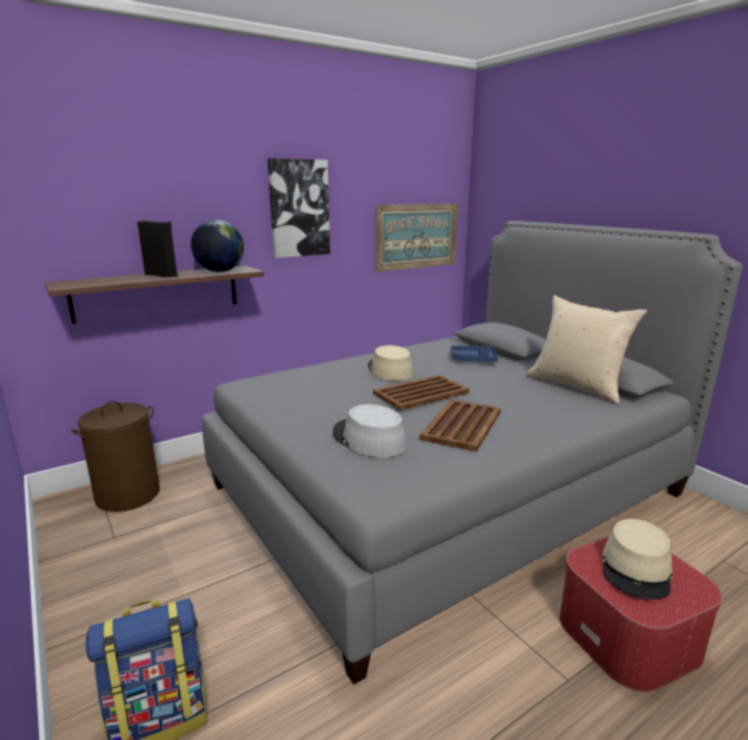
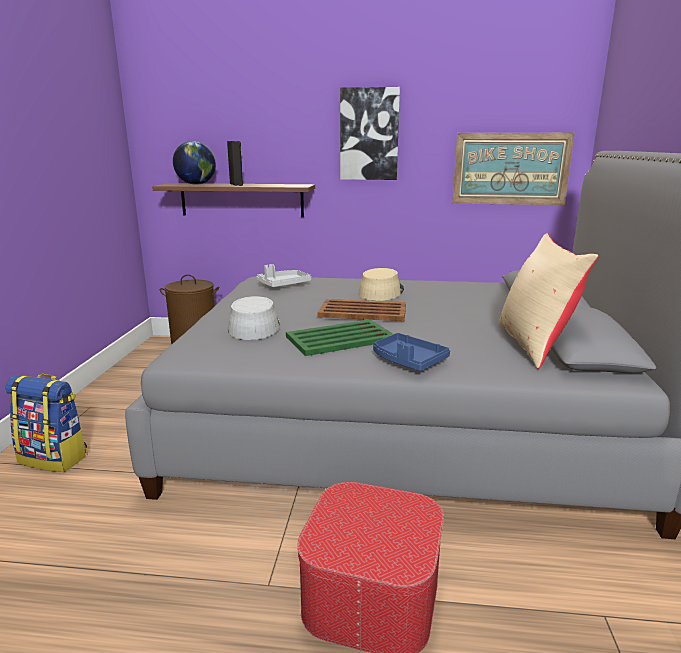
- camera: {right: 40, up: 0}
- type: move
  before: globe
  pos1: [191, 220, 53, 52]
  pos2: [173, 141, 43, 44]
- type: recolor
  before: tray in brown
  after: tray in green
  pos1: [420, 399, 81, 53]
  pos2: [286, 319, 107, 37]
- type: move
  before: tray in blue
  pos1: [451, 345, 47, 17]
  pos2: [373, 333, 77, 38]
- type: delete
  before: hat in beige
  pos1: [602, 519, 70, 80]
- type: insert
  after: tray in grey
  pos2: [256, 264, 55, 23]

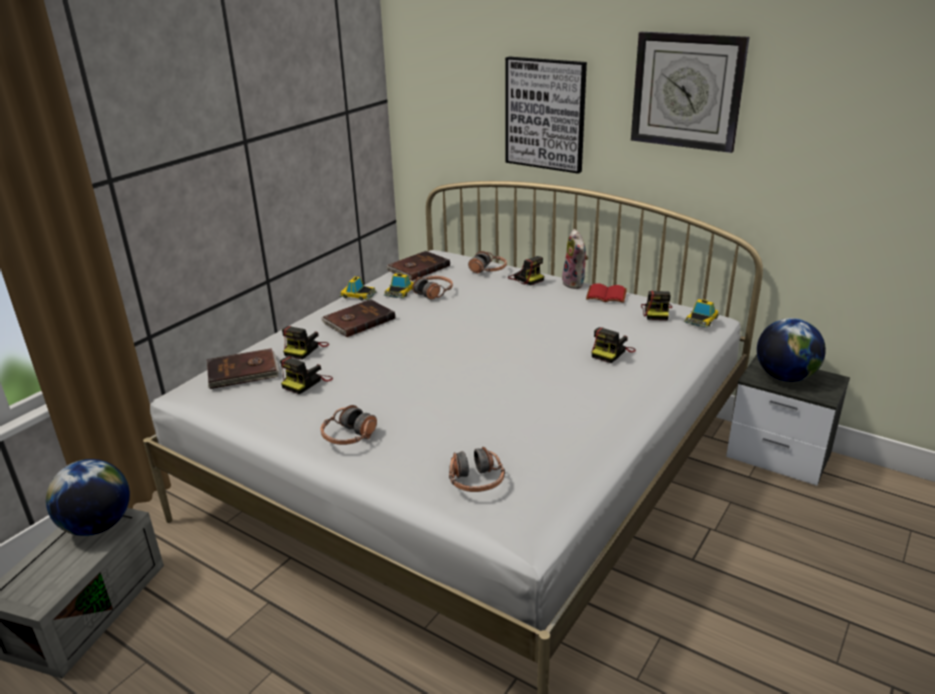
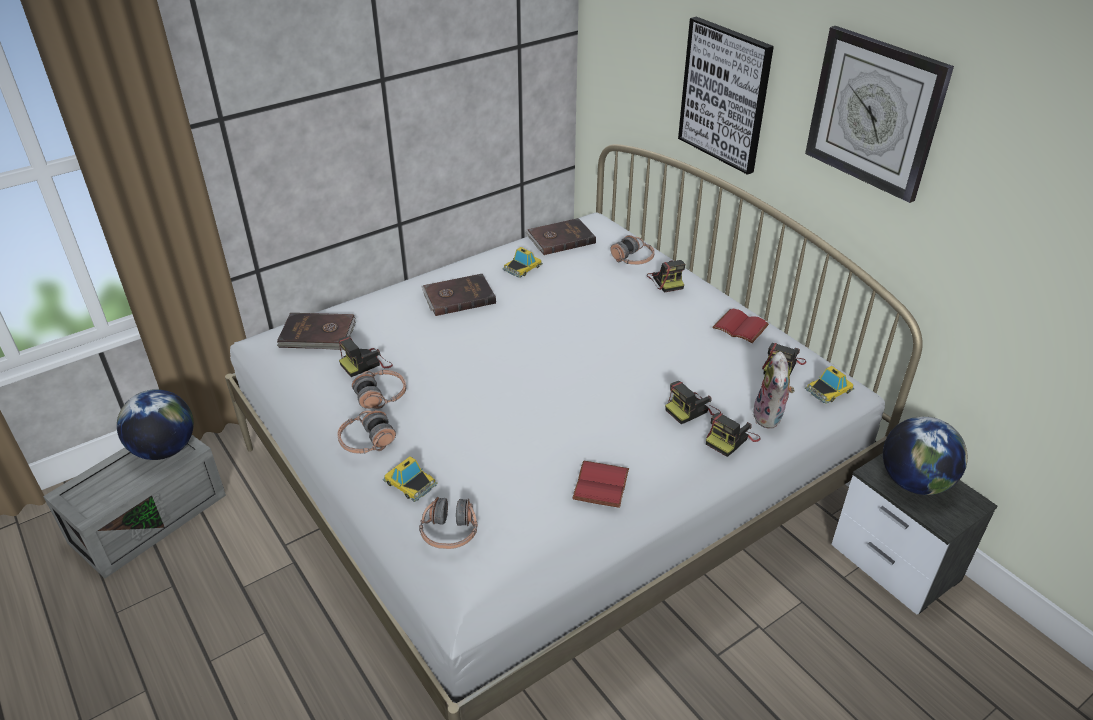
- camera: {right: 20, up: 10}
- type: move
  before: photo camera
  pos1: [282, 326, 47, 34]
  pos2: [706, 412, 55, 45]
- type: move
  before: toy car
  pos1: [339, 276, 38, 25]
  pos2: [383, 456, 55, 46]
- type: move
  before: headphones
  pos1: [412, 276, 41, 23]
  pos2: [352, 370, 54, 39]
- type: move
  before: plush toy
  pos1: [562, 229, 26, 60]
  pos2: [752, 352, 43, 77]
- type: insert
  after: book in red
  pos2: [572, 461, 57, 47]

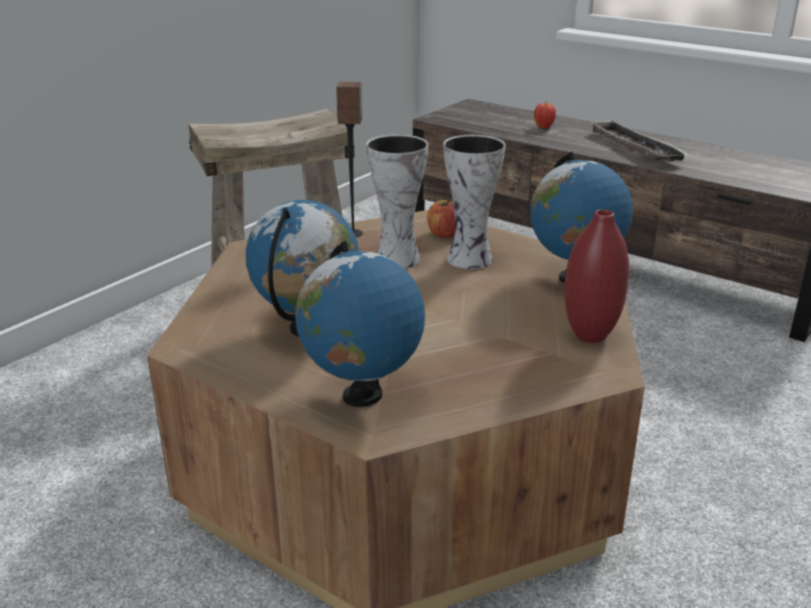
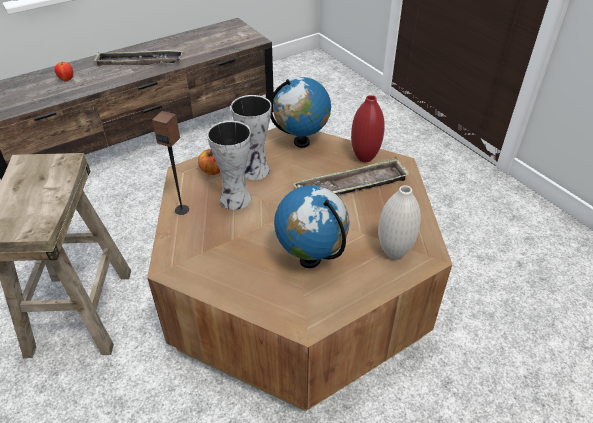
- camera: {right: -70, up: 15}
- type: replace
  before: globe
  after: vase in white
  pos1: [295, 241, 130, 166]
  pos2: [379, 185, 42, 74]
- type: insert
  after: tray
  pos2: [293, 157, 117, 37]

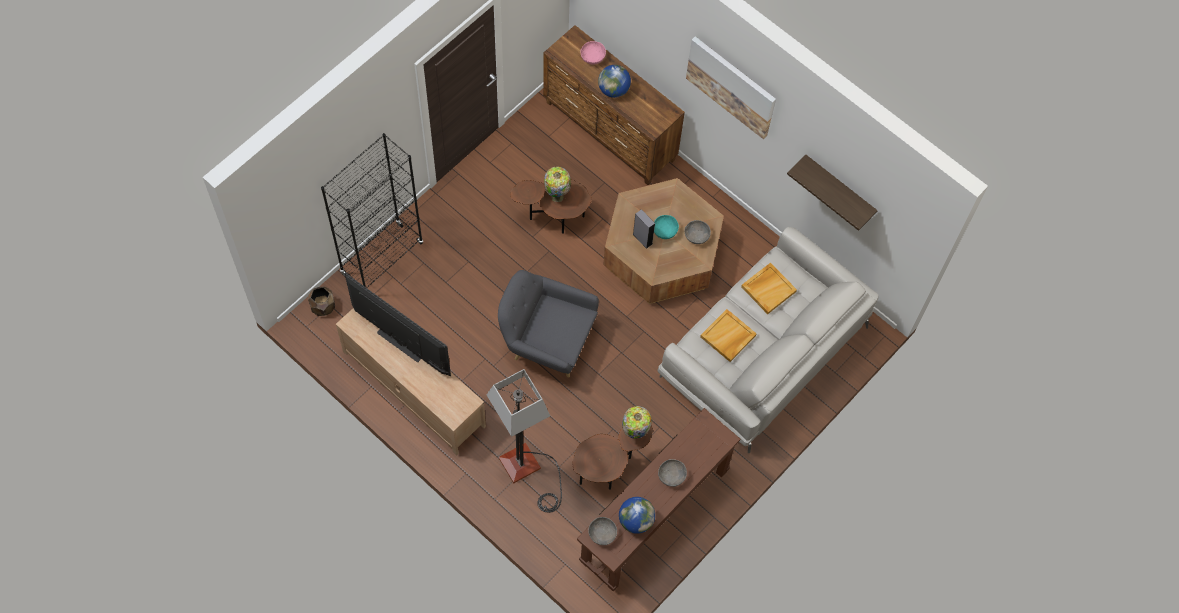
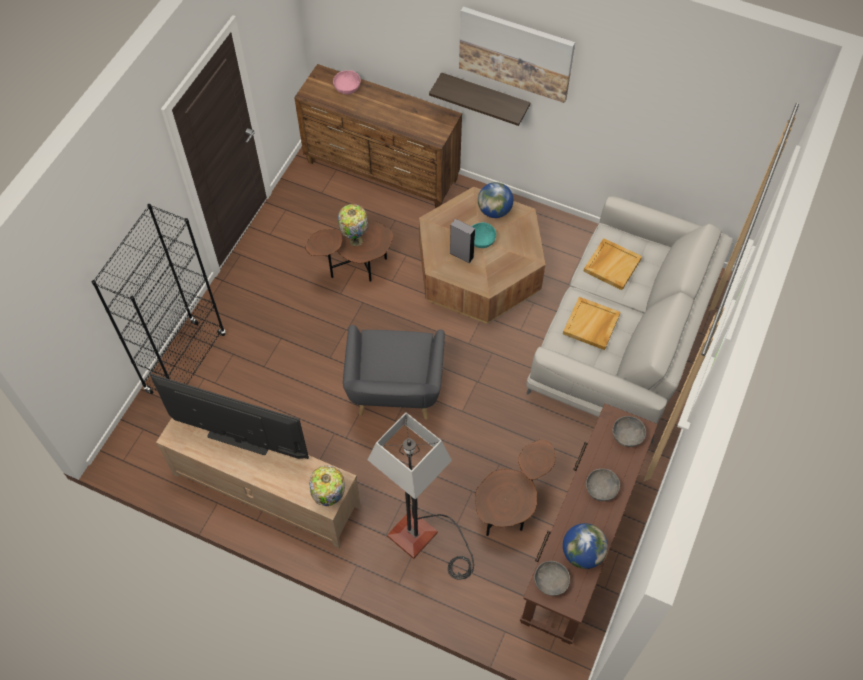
- camera: {right: -15, up: -5}
- type: delete
  before: planter in brown
  pos1: [308, 286, 27, 30]
- type: rotate
  before: armchair in grey
  pos1: [498, 270, 101, 107]
  pos2: [343, 325, 102, 94]
  turn: -90
- type: move
  before: globe
  pos1: [598, 65, 33, 33]
  pos2: [478, 182, 35, 36]
- type: move
  before: table lamp
  pos1: [622, 406, 30, 33]
  pos2: [309, 466, 36, 40]
- type: move
  before: bowl in grey
  pos1: [684, 220, 27, 24]
  pos2: [612, 416, 34, 31]
- type: move
  before: shelf
  pos1: [787, 155, 91, 76]
  pos2: [429, 72, 102, 54]

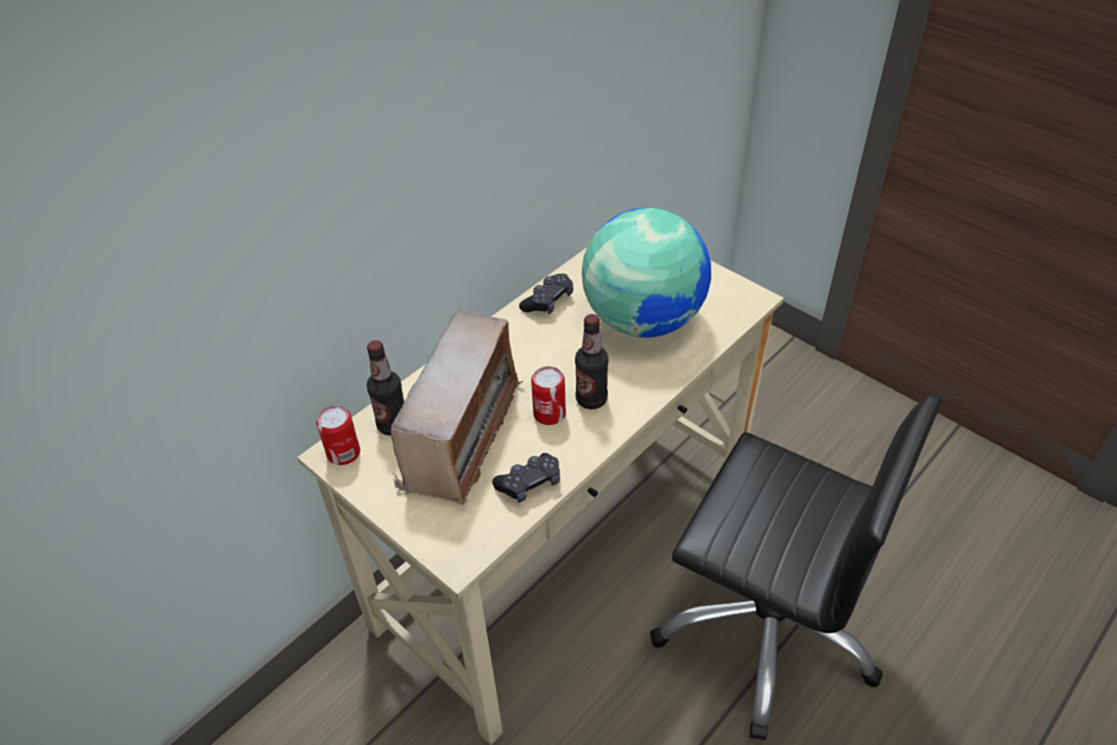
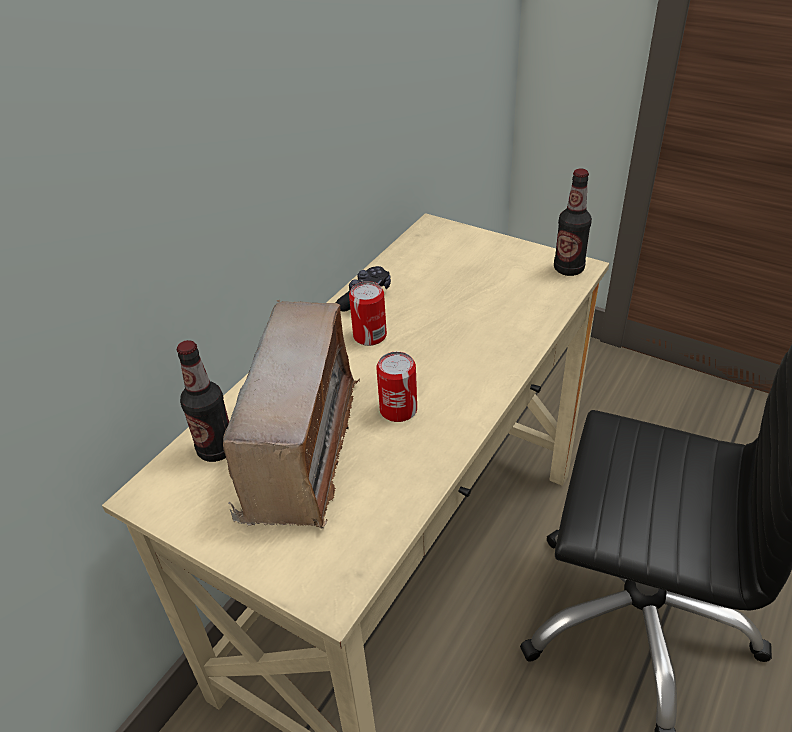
- camera: {right: -10, up: -5}
- type: move
  before: can
  pos1: [316, 405, 44, 60]
  pos2: [349, 281, 38, 65]
- type: delete
  before: game controller in black
  pos1: [492, 453, 68, 50]
- type: move
  before: bottle
  pos1: [575, 314, 34, 95]
  pos2: [554, 169, 38, 107]
- type: delete
  before: globe
  pos1: [582, 208, 129, 130]

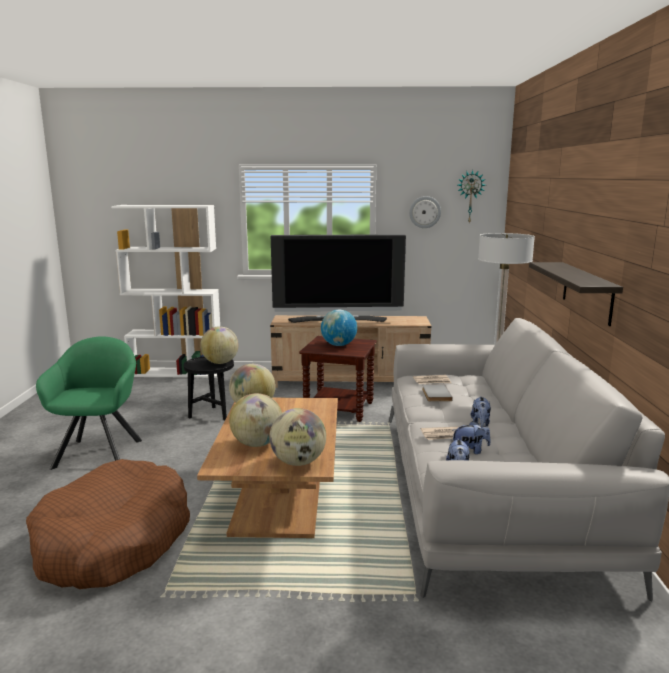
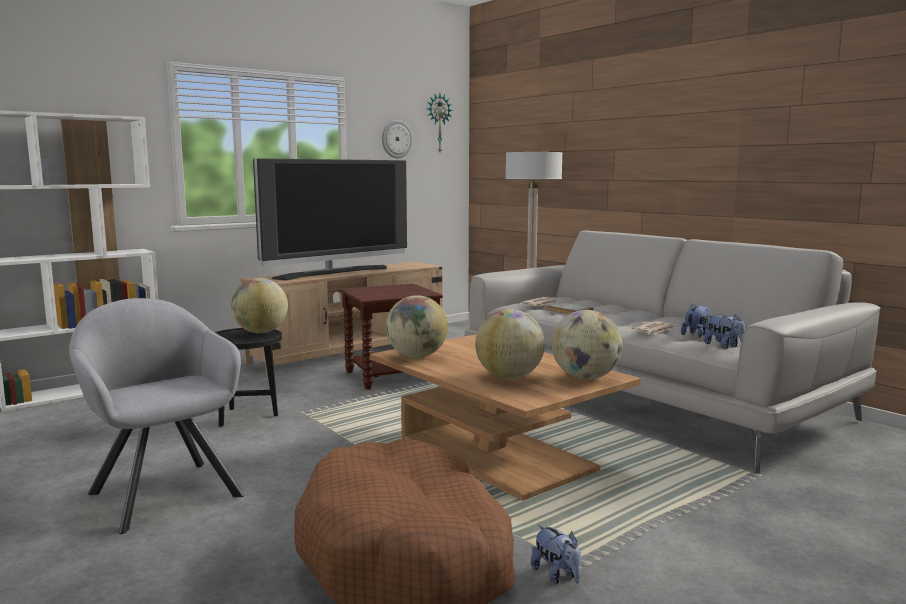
- camera: {right: -40, up: -5}
- type: recolor
  before: armchair in green
  after: armchair in grey
  pos1: [36, 336, 106, 134]
  pos2: [69, 298, 175, 236]
- type: delete
  before: globe
  pos1: [321, 309, 36, 37]
- type: move
  before: plush toy
  pos1: [471, 396, 20, 30]
  pos2: [531, 525, 50, 59]
- type: delete
  before: shelf
  pos1: [529, 262, 94, 64]

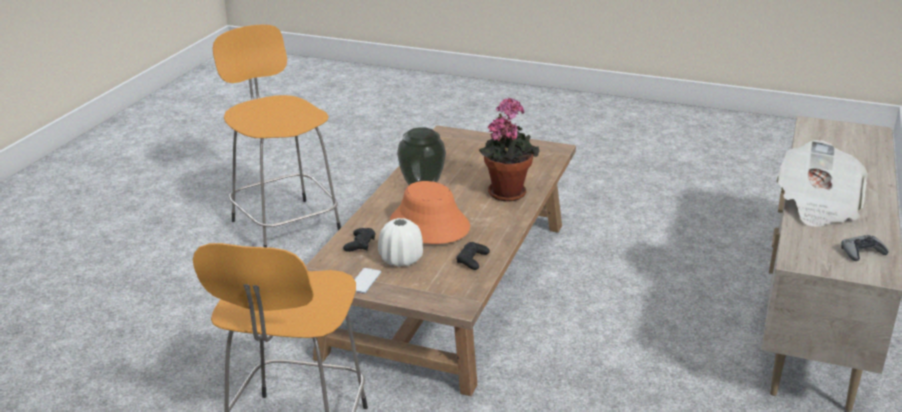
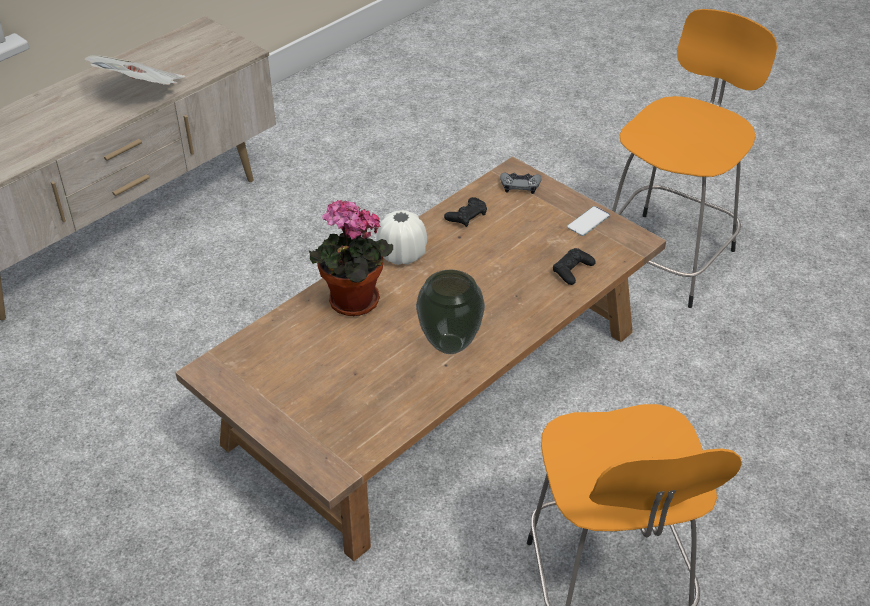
- camera: {right: -155, up: 15}
- type: move
  before: vase in white
  pos1: [378, 218, 45, 49]
  pos2: [376, 210, 51, 55]
- type: delete
  before: hat in orange
  pos1: [390, 181, 80, 63]
- type: move
  before: game controller in grey
  pos1: [841, 235, 48, 26]
  pos2: [500, 172, 41, 22]

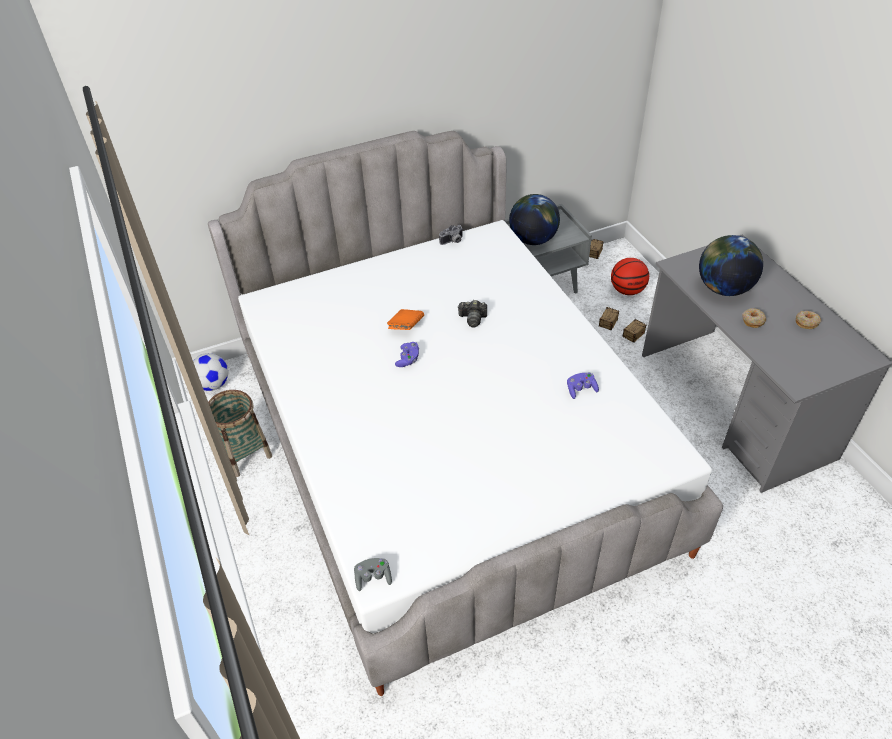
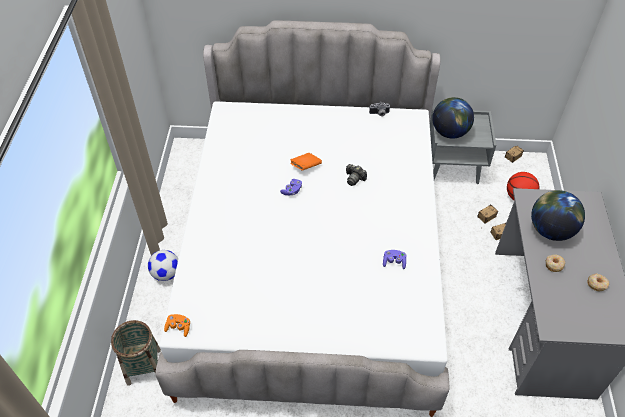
- camera: {right: 25, up: 5}
- type: move
  before: football
  pos1: [193, 353, 36, 38]
  pos2: [148, 250, 30, 31]
- type: move
  before: basket
  pos1: [208, 390, 64, 87]
  pos2: [111, 320, 50, 66]
- type: recolor
  before: game controller in grey
  after: game controller in orange
  pos1: [354, 558, 38, 33]
  pos2: [164, 314, 26, 23]

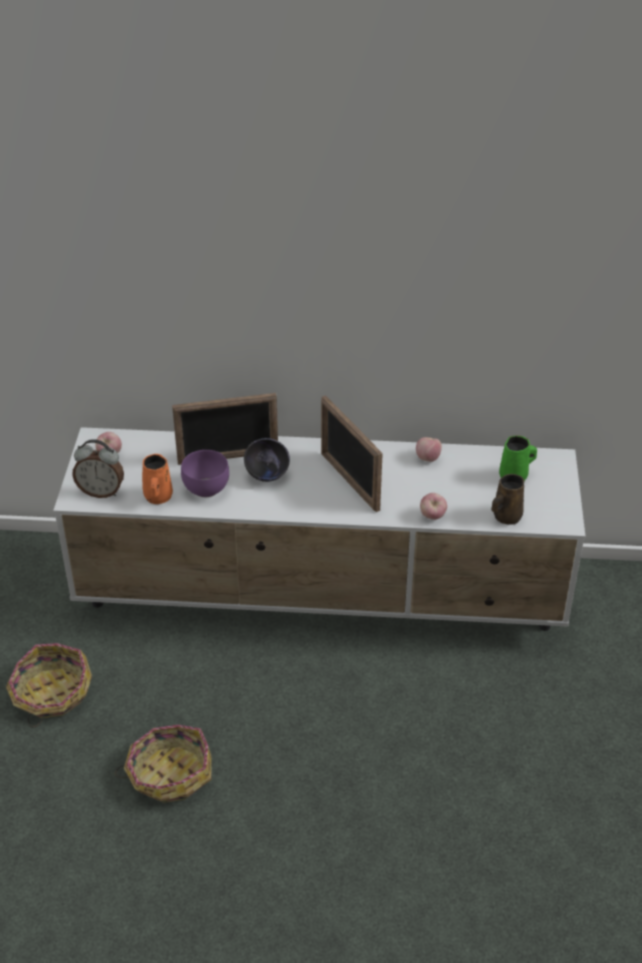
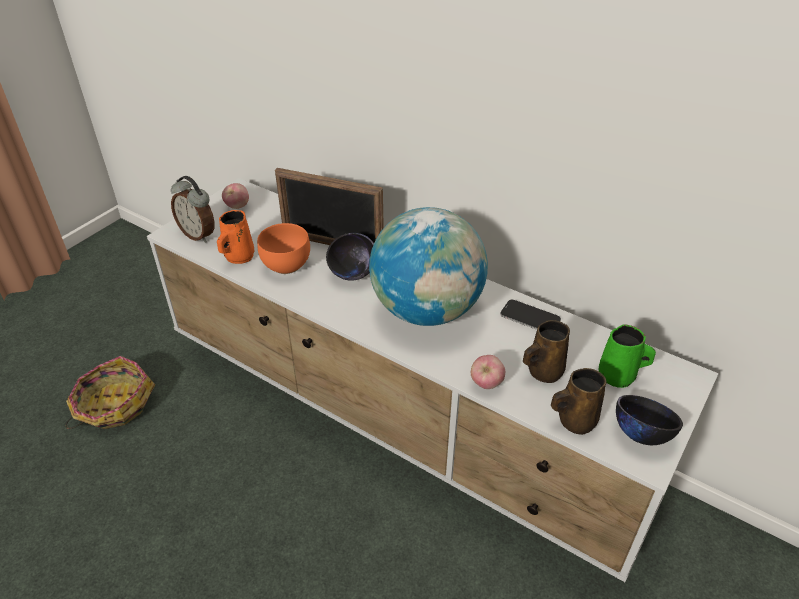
- camera: {right: 30, up: 0}
- type: delete
  before: basket
  pos1: [115, 725, 97, 78]
- type: recolor
  before: bowl in purple
  after: bowl in orange
  pos1: [181, 450, 48, 47]
  pos2: [257, 223, 53, 51]
- type: replace
  before: picture frame
  after: globe
  pos1: [321, 395, 62, 117]
  pos2: [369, 207, 119, 119]
- type: replace
  before: apple
  after: phone
  pos1: [416, 437, 26, 25]
  pos2: [500, 300, 61, 30]
- type: insert
  after: mug in brown
  pos2: [523, 320, 47, 63]
- type: insert
  after: bowl in black
  pos2: [616, 395, 67, 50]

